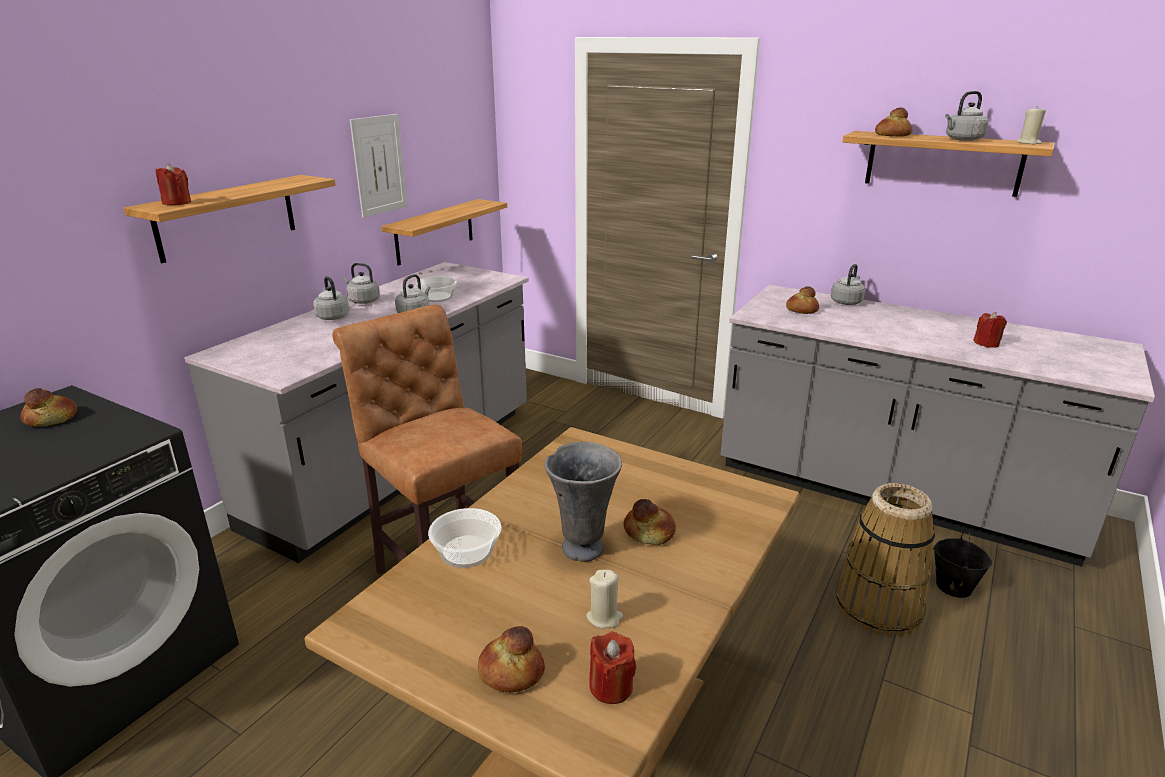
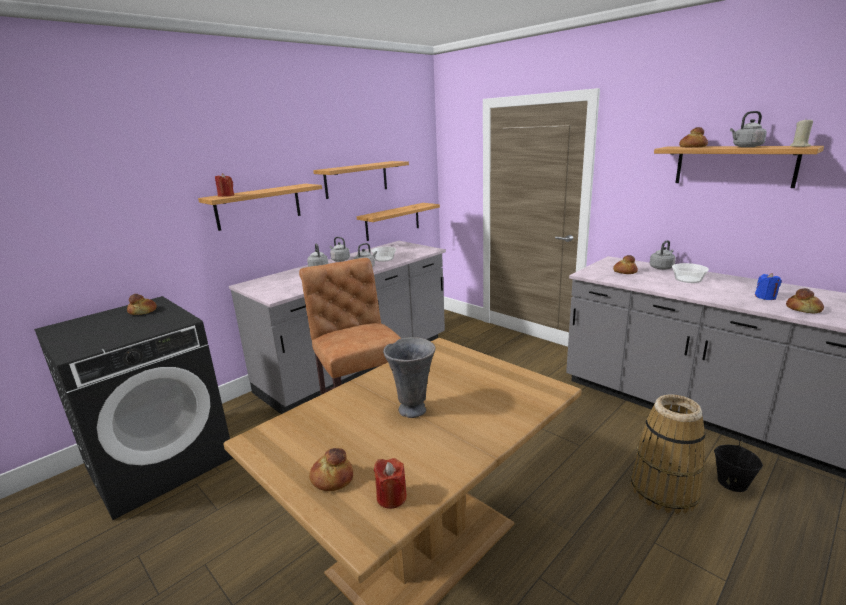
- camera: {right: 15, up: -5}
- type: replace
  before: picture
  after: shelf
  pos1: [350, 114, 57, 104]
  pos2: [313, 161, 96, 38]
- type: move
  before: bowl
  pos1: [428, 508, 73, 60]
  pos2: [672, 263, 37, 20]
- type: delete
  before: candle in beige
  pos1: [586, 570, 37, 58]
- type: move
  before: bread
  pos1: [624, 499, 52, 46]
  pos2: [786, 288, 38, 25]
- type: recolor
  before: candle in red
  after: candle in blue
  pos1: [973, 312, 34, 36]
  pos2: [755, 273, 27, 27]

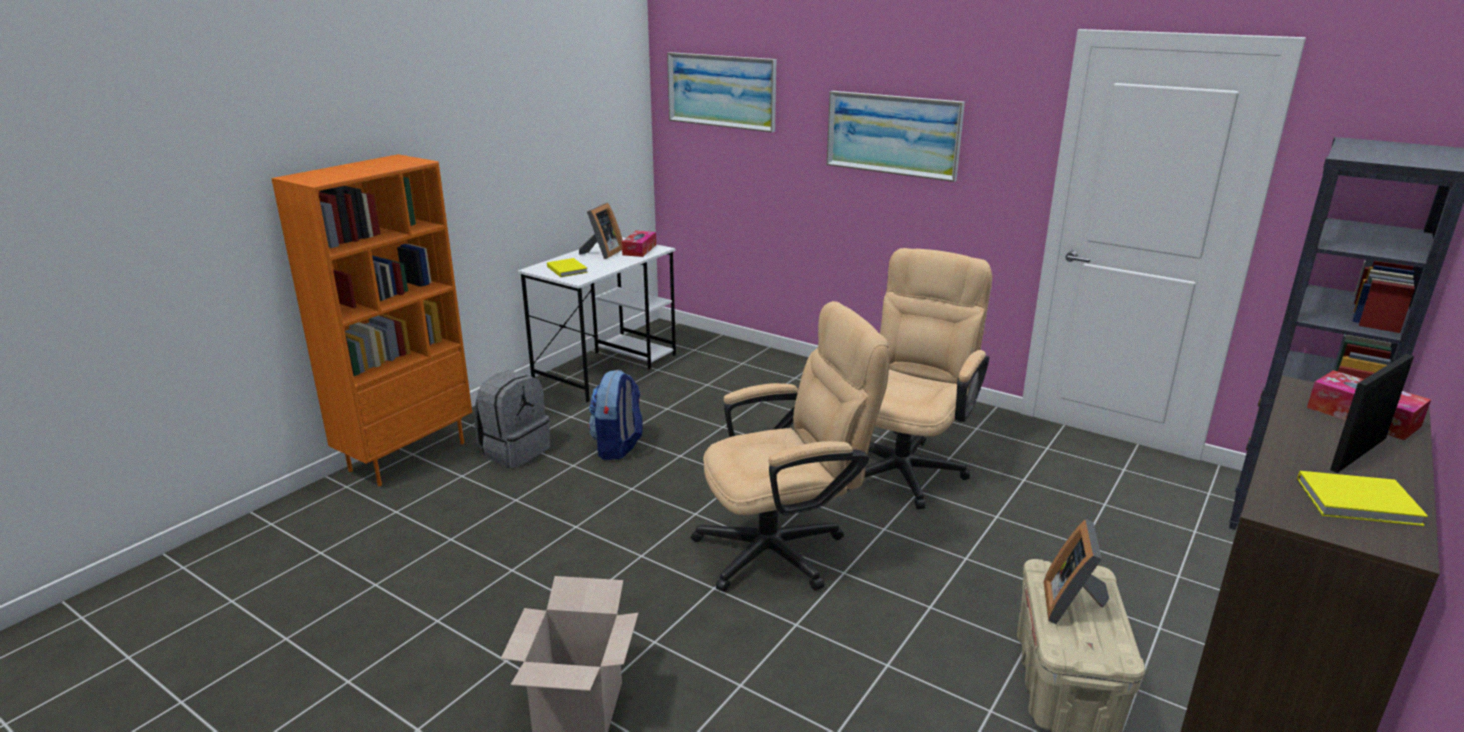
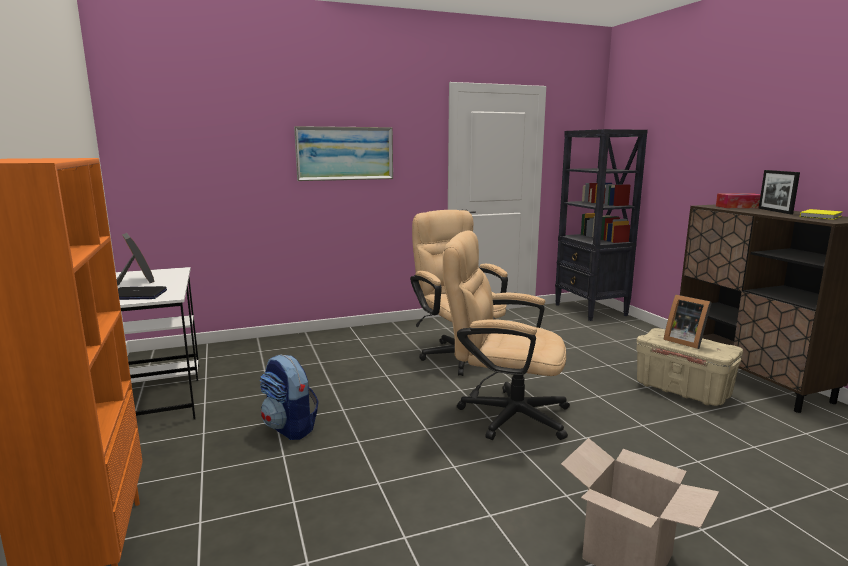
- camera: {right: -55, up: -10}
- type: delete
  before: backpack in grey
  pos1: [475, 370, 75, 98]
- type: replace
  before: book in yellow
  after: laptop
  pos1: [547, 258, 41, 19]
  pos2: [118, 286, 49, 14]
- type: delete
  before: tissue box
  pos1: [622, 231, 34, 26]
- type: delete
  before: picture
  pos1: [667, 52, 109, 80]
- type: rotate
  before: office chair in beige
  pos1: [691, 301, 199, 291]
  pos2: [443, 230, 127, 210]
  turn: -90

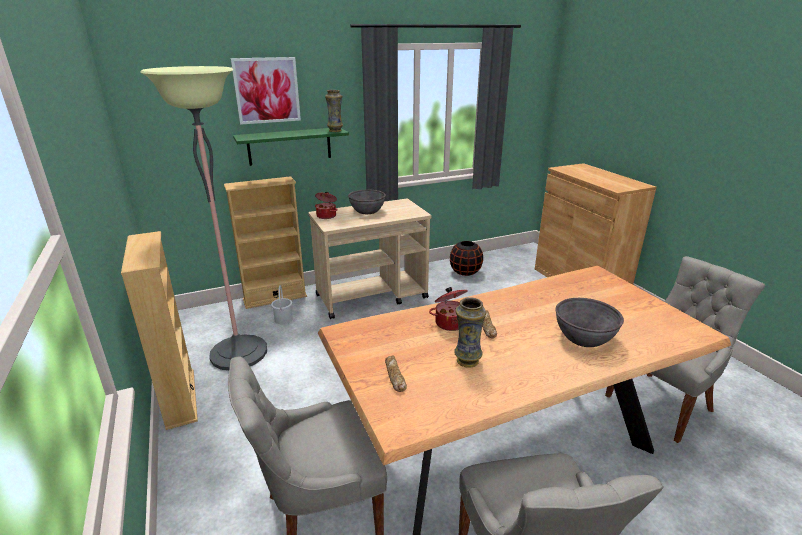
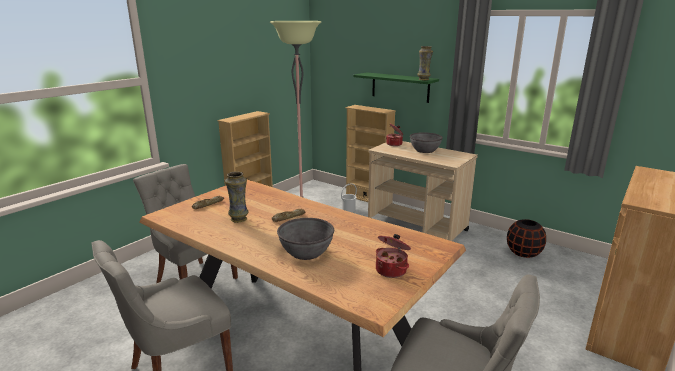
- camera: {right: 60, up: -5}
- type: delete
  before: picture
  pos1: [231, 57, 70, 68]
- type: move
  before: cooking pot
  pos1: [429, 287, 39, 44]
  pos2: [376, 234, 35, 44]

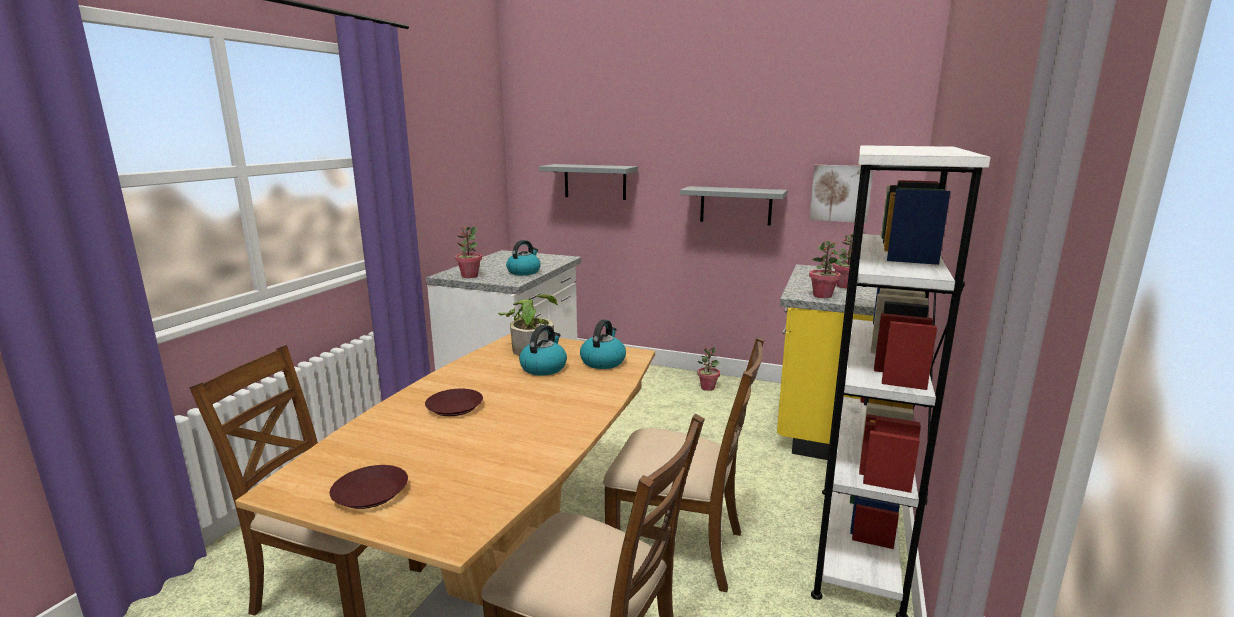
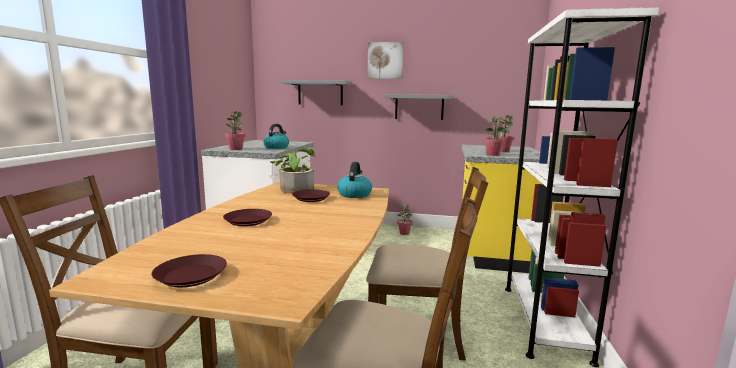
- camera: {right: -10, up: -5}
- type: replace
  before: kettle
  after: plate in brown
  pos1: [519, 325, 48, 51]
  pos2: [292, 189, 38, 13]
- type: move
  before: picture
  pos1: [809, 165, 64, 58]
  pos2: [368, 42, 36, 37]

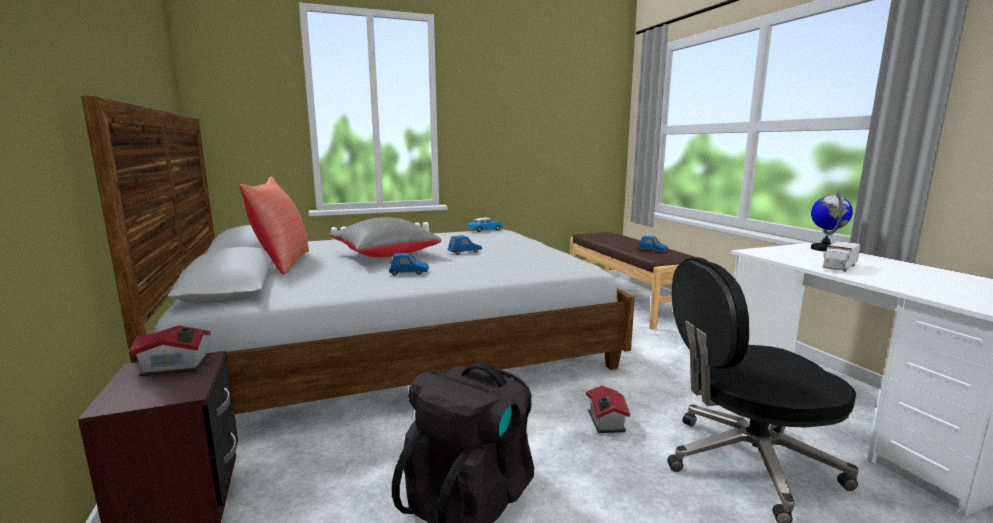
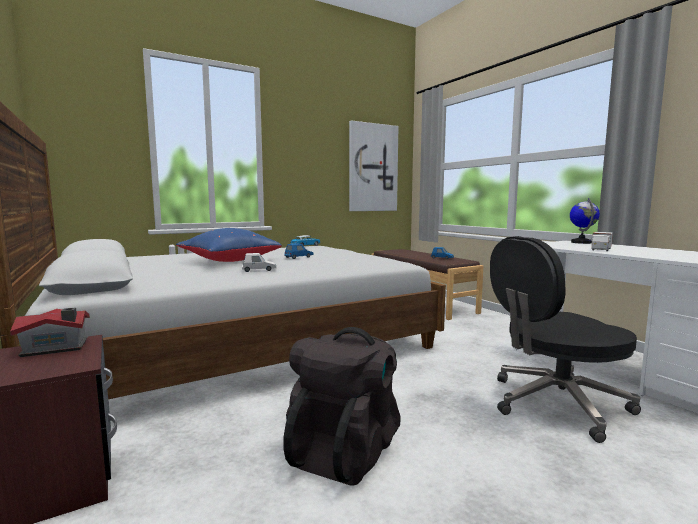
- camera: {right: -10, up: -5}
- type: delete
  before: pillow in red
  pos1: [239, 176, 70, 98]
- type: recolor
  before: pillow in grey
  after: pillow in blue
  pos1: [329, 217, 113, 40]
  pos2: [176, 228, 106, 34]
- type: recolor
  before: toy car in blue
  after: toy car in white
  pos1: [389, 253, 40, 22]
  pos2: [242, 253, 35, 19]
- type: delete
  before: toy house
  pos1: [586, 385, 44, 48]
- type: insert
  after: picture
  pos2: [349, 121, 49, 90]

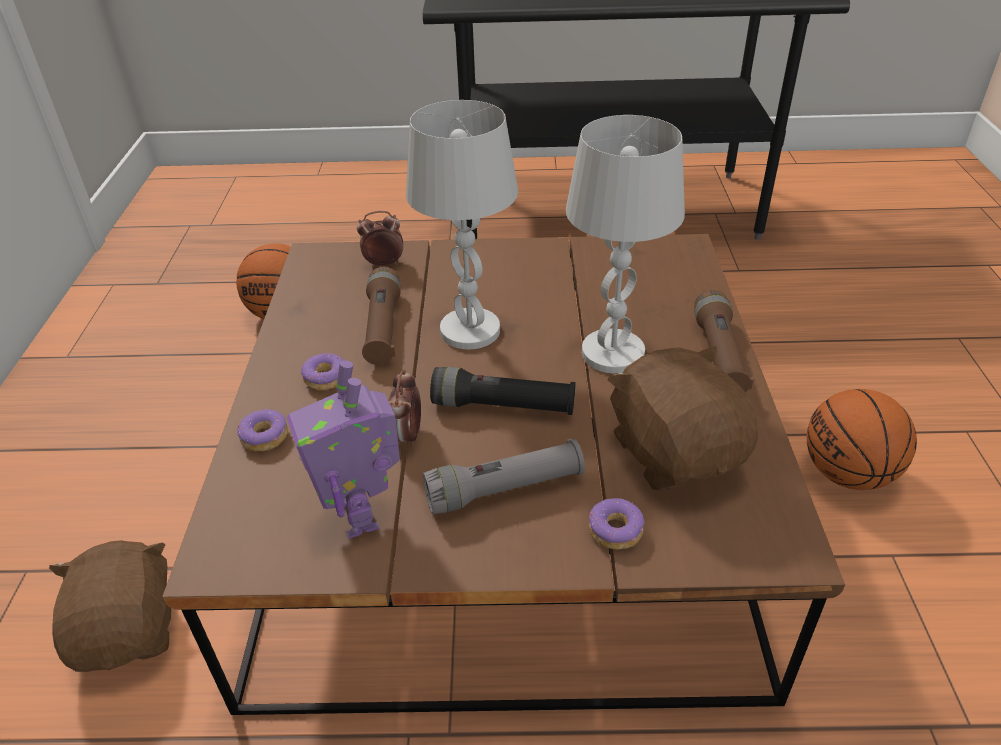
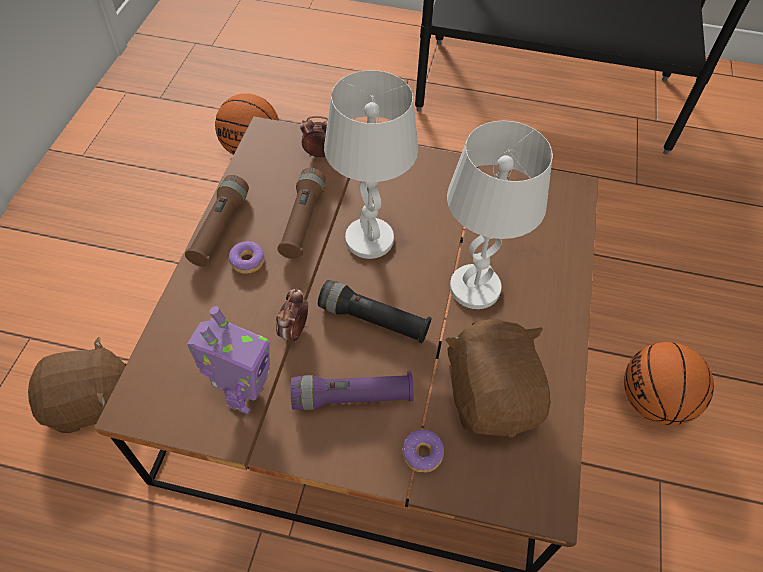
- camera: {right: 10, up: 15}
- type: rotate
  before: plush toy in brown
  pos1: [49, 540, 122, 132]
  pos2: [28, 337, 99, 96]
  turn: 75
- type: delete
  before: donut
  pos1: [237, 409, 51, 42]
- type: rotate
  before: toy robot
  pos1: [287, 360, 113, 179]
  pos2: [187, 306, 83, 108]
  turn: -150
- type: recolor
  before: flashlight in grey
  after: flashlight in purple
  pos1: [423, 439, 162, 75]
  pos2: [291, 371, 123, 39]
- type: move
  before: flashlight in brown
  pos1: [694, 290, 60, 102]
  pos2: [185, 175, 64, 91]

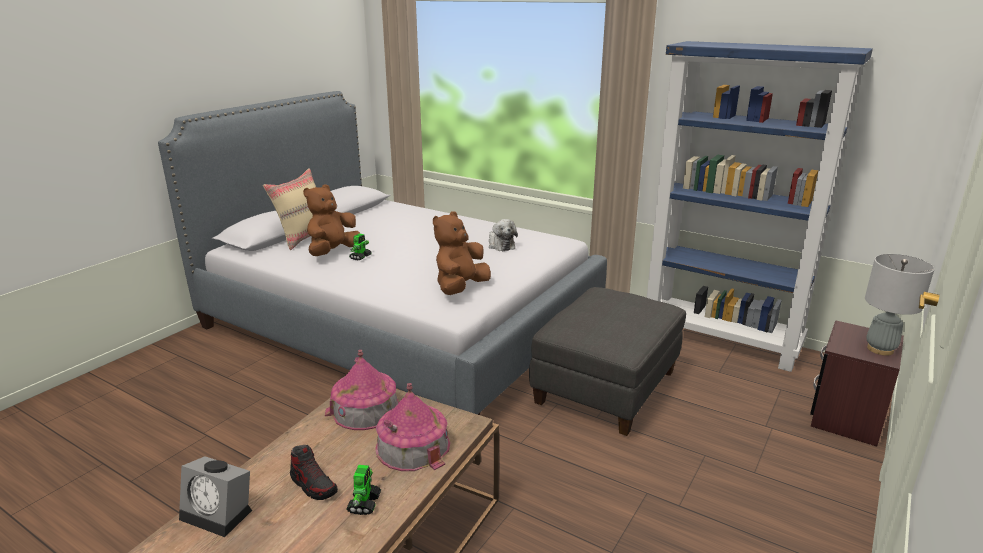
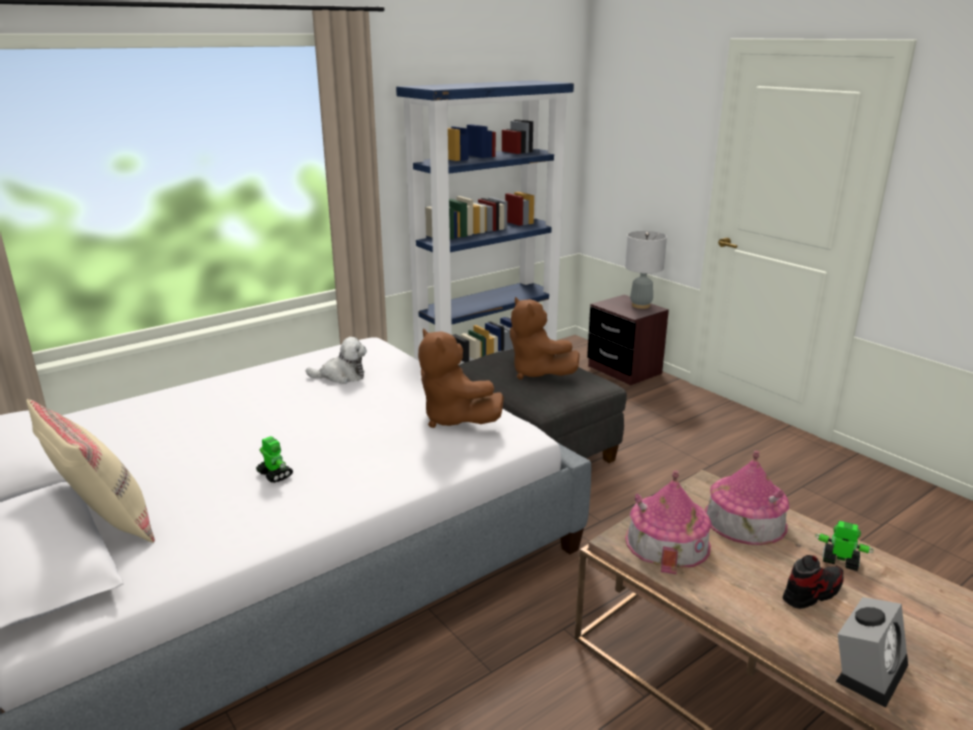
- camera: {right: -70, up: 0}
- type: move
  before: plush toy in brown
  pos1: [303, 184, 57, 72]
  pos2: [510, 297, 70, 82]

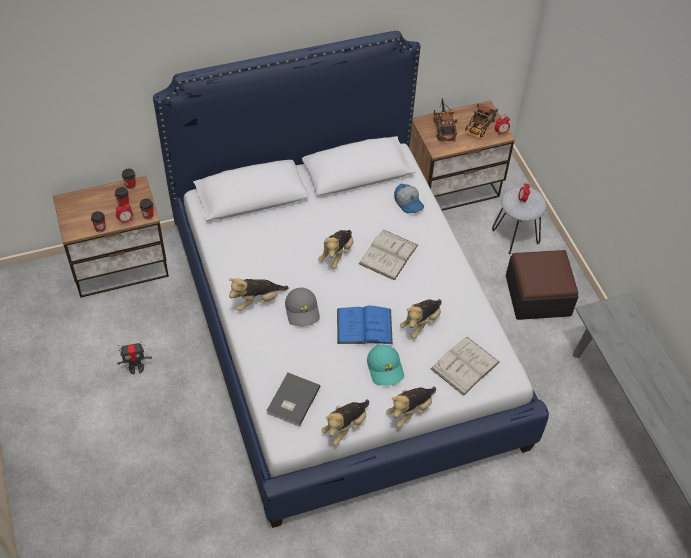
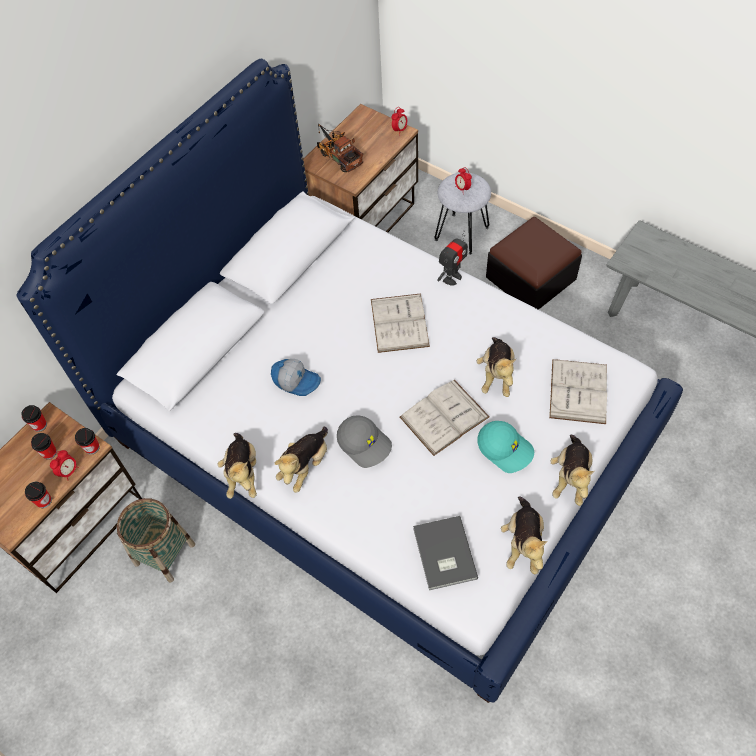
- camera: {right: -30, up: 5}
- type: move
  before: toy robot
  pos1: [117, 341, 35, 33]
  pos2: [437, 231, 31, 55]
- type: move
  before: plush toy
  pos1: [318, 230, 35, 39]
  pos2: [217, 433, 40, 66]
- type: recolor
  before: book in blue
  after: book in white
  pos1: [337, 306, 56, 38]
  pos2: [400, 380, 90, 76]
- type: move
  before: cap
  pos1: [394, 184, 30, 30]
  pos2: [271, 359, 50, 37]
- type: delete
  before: toy truck
  pos1: [465, 103, 33, 36]
- type: insert
  after: basket
  pos2: [117, 498, 78, 85]

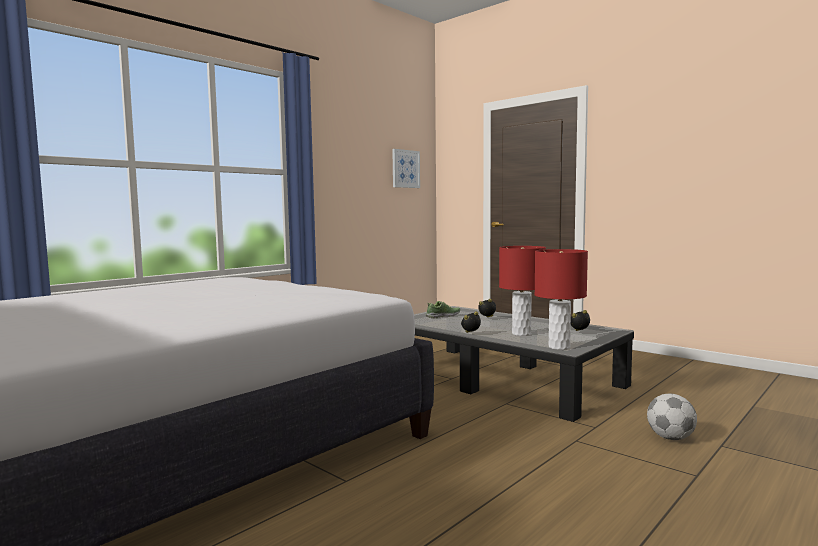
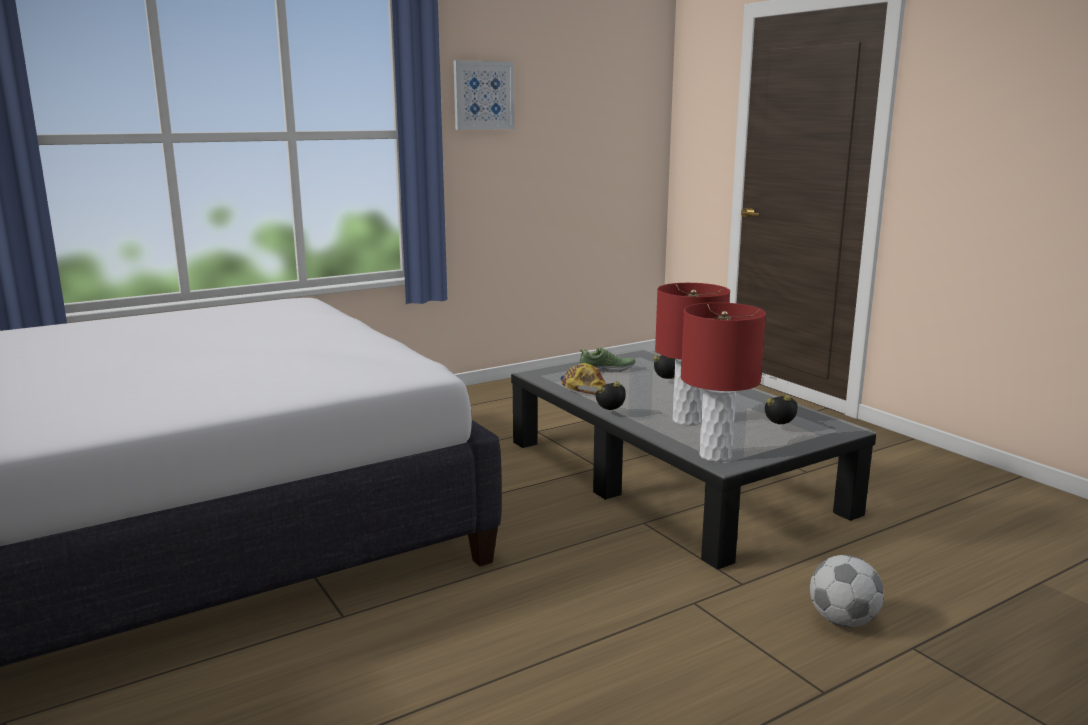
- camera: {right: 15, up: 10}
- type: move
  before: picture
  pos1: [392, 149, 28, 39]
  pos2: [454, 60, 61, 70]
- type: insert
  after: cap
  pos2: [560, 363, 46, 32]

